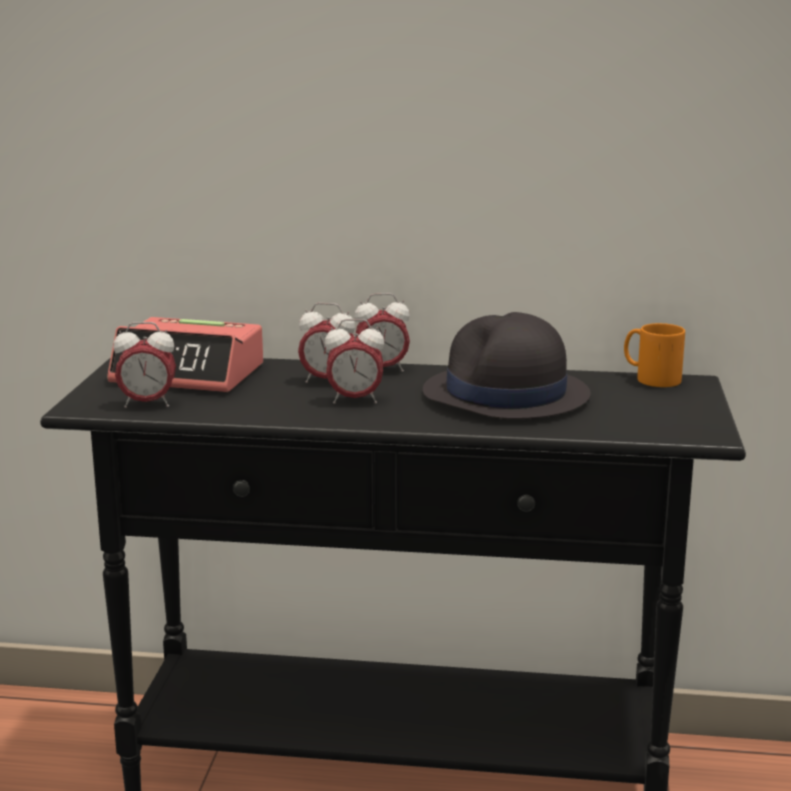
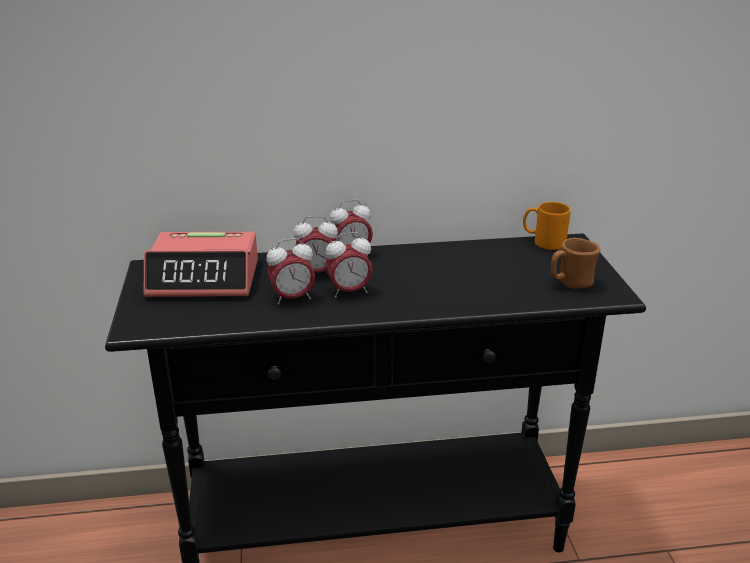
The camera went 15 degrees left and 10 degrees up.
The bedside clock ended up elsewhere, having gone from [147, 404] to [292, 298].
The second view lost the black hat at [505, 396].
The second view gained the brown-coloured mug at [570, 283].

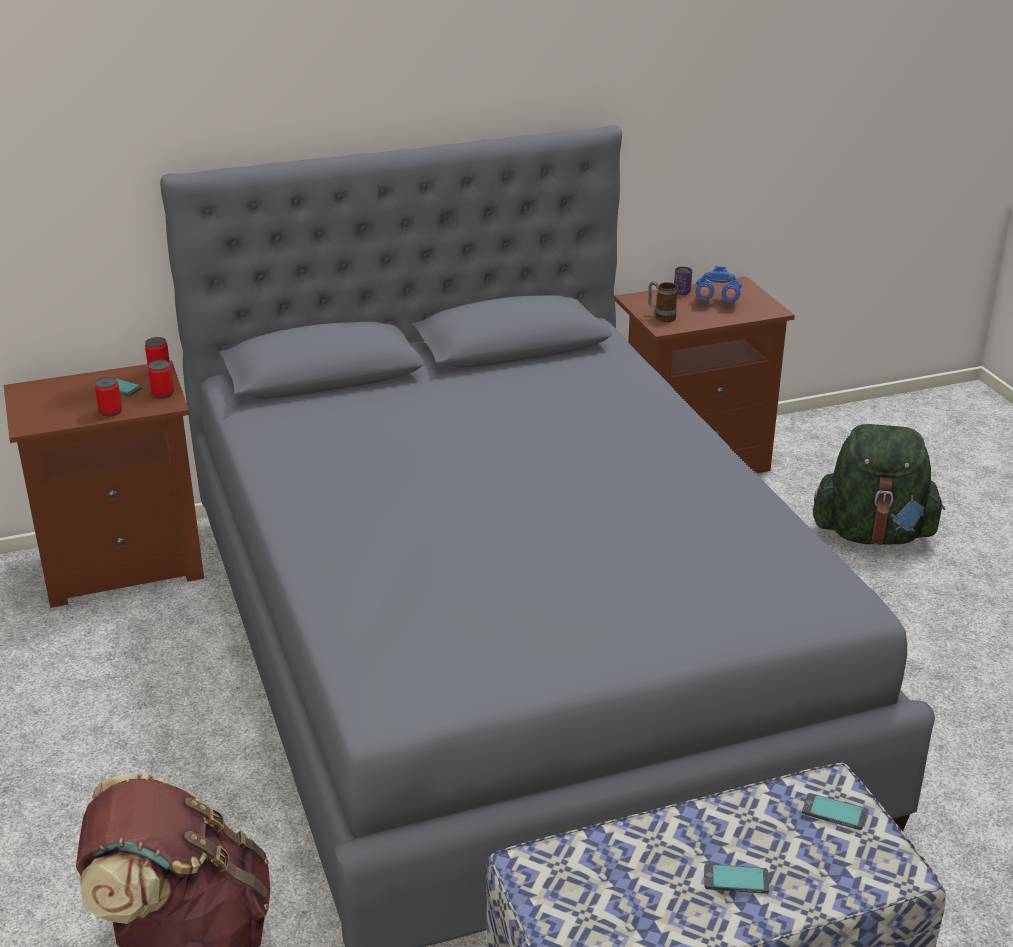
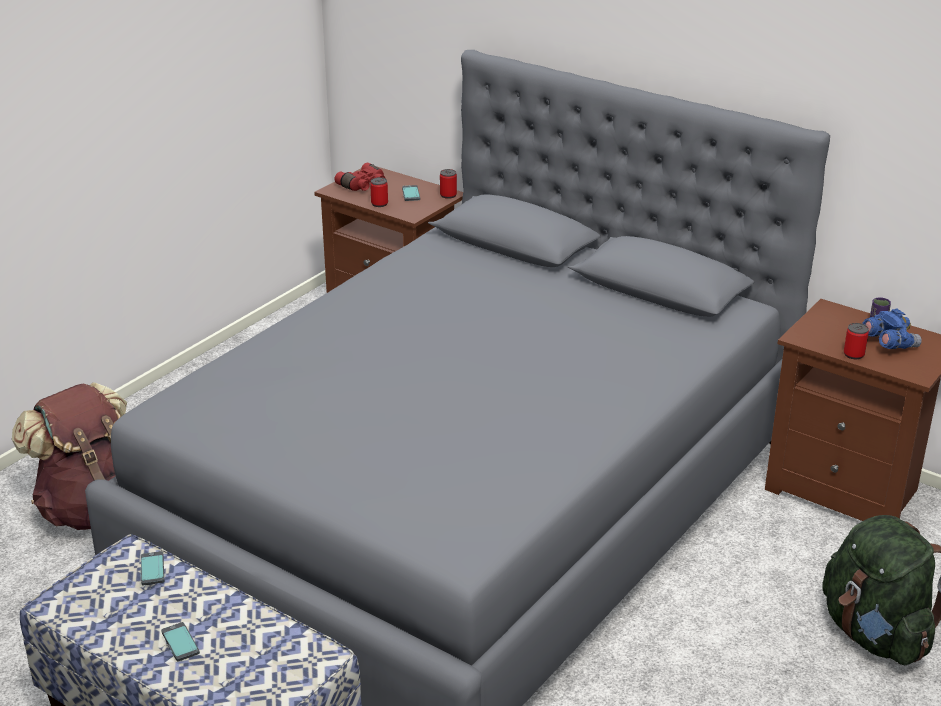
The camera went 55 degrees right and 0 degrees up.
The sealed can ended up elsewhere, having gone from [163, 394] to [853, 354].
The second view lost the mug at [661, 317].
The handset ended up elsewhere, having gone from [834, 813] to [152, 569].
The second view gained the red binoculars at [363, 185].

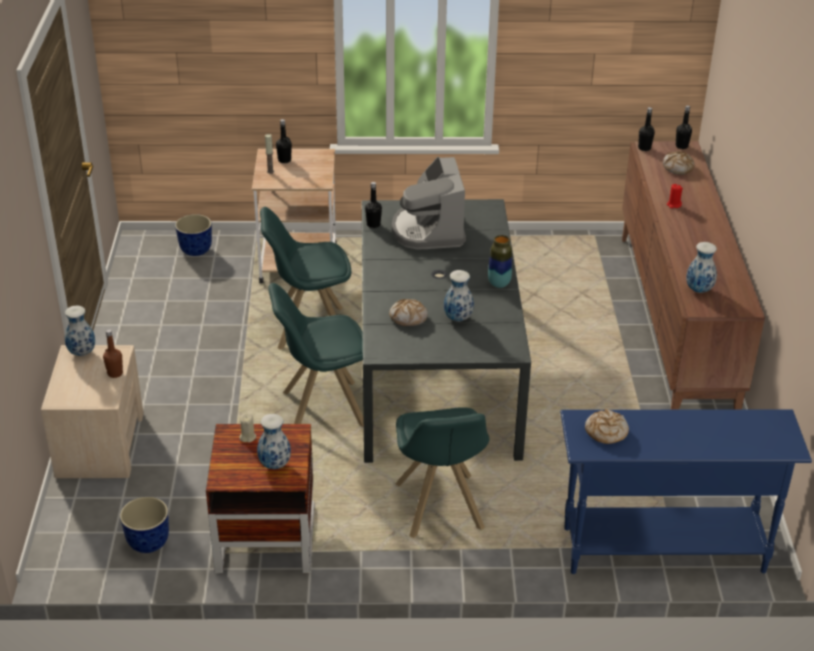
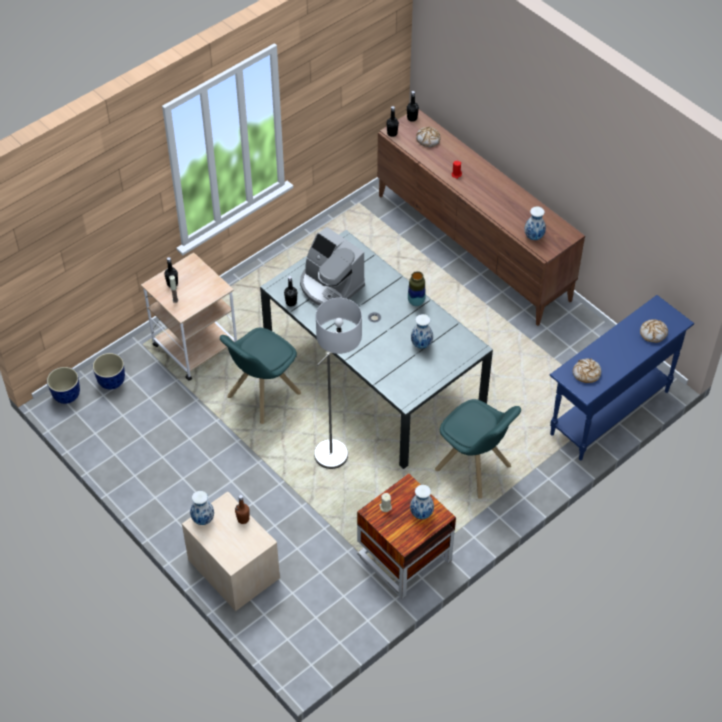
The camera went 40 degrees left and 15 degrees up.
The plant pot ended up elsewhere, having gone from [149, 543] to [67, 395].
Where the turquoise upright chair stood at [322, 408], the grey floor lamp came to stand at [337, 448].
The bread ended up elsewhere, having gone from [408, 317] to [653, 333].

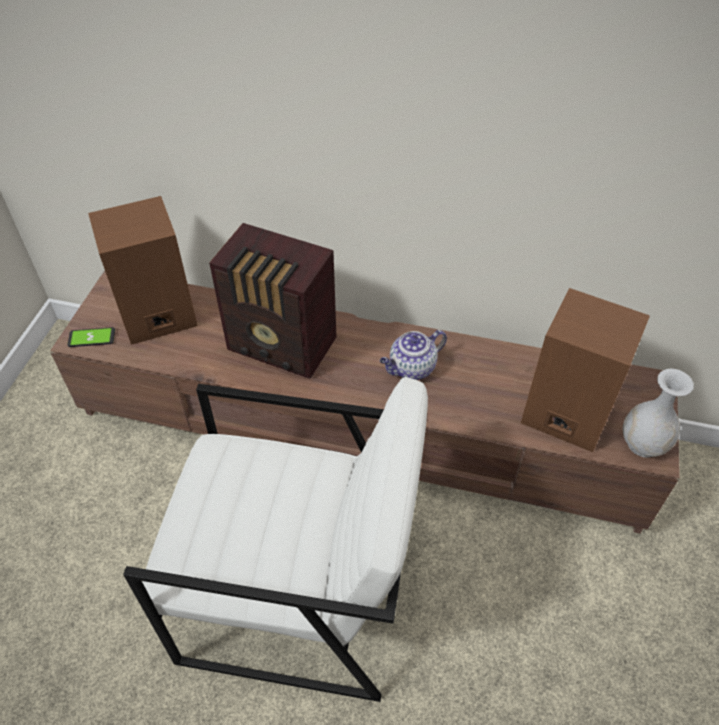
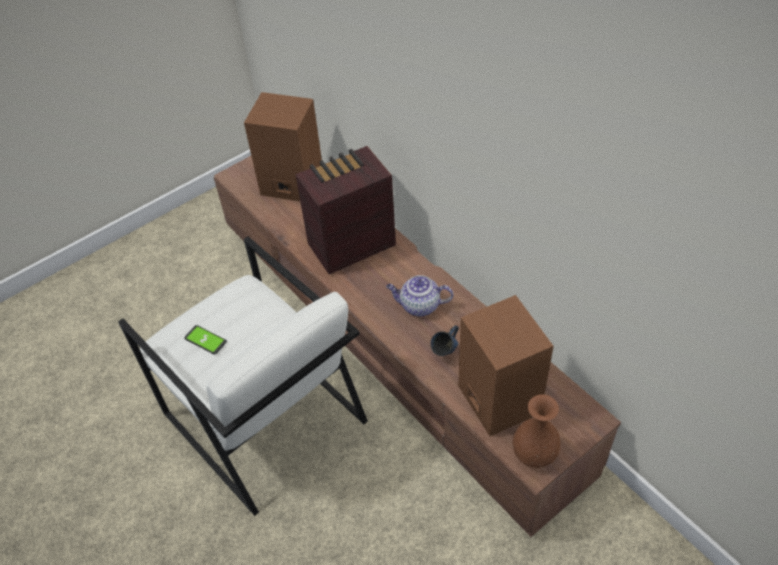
The camera went 40 degrees right and 0 degrees up.
The handset ended up elsewhere, having gone from [91, 338] to [205, 340].
The radio receiver at [283, 346] ended up facing another way, 90 degrees clockwise from before.
What was the white-coloured vase at [643, 444] turned into the brown-coloured vase at [534, 454].
The second view gained the blue-coloured mug at [446, 353].

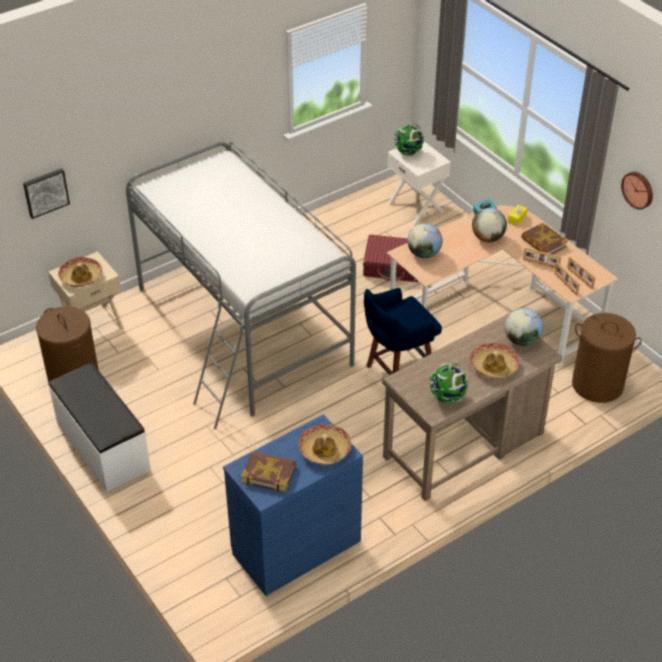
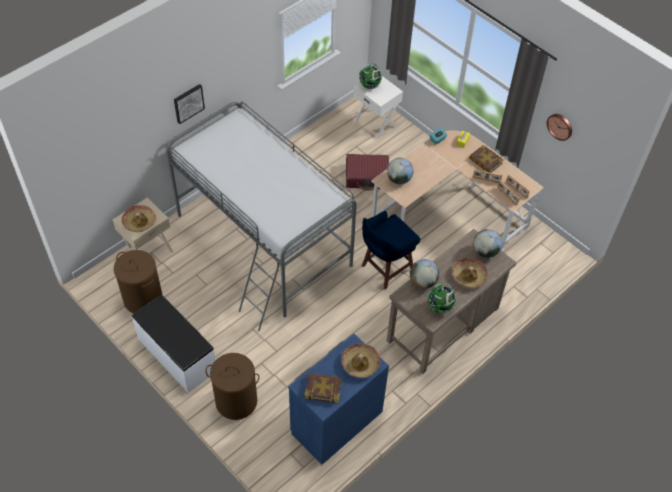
The camera went 10 degrees left and 10 degrees up.
The wall art ended up elsewhere, having gone from [45, 192] to [188, 103].
The world globe ended up elsewhere, having gone from [488, 238] to [423, 281].
The brown-coloured washing basket ended up elsewhere, having gone from [597, 385] to [236, 401].

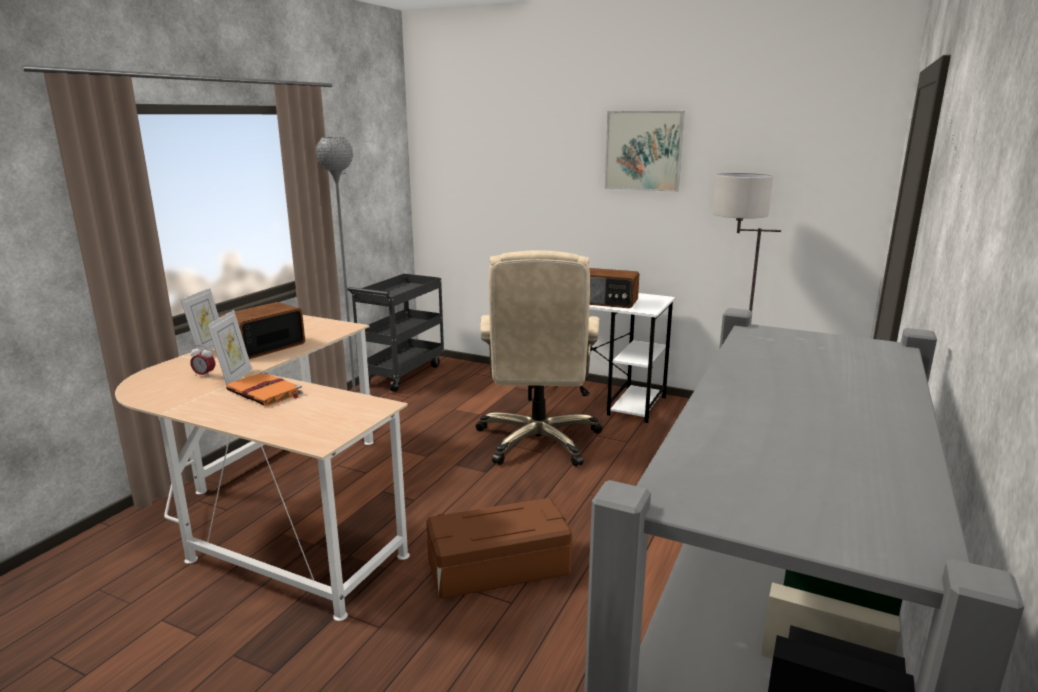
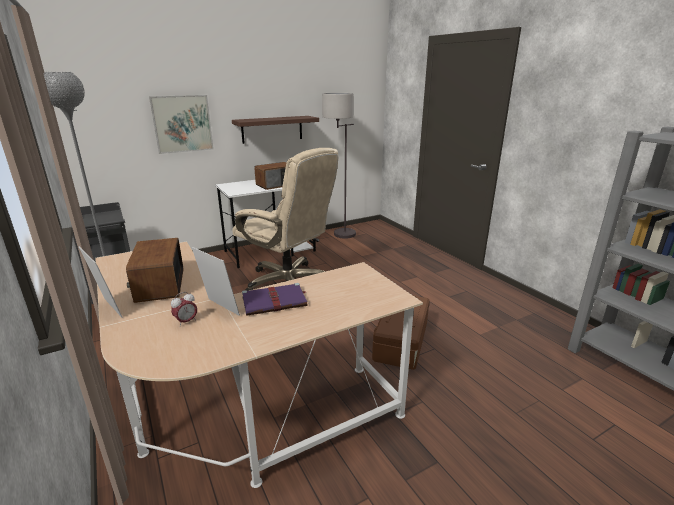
The camera went 55 degrees left and 5 degrees up.
What was the orangey bound book at [265, 392] turned into the purple-coloured bound book at [275, 301].
The wall art ended up elsewhere, having gone from [643, 151] to [182, 124].
The second view gained the wall shelf at [272, 129].

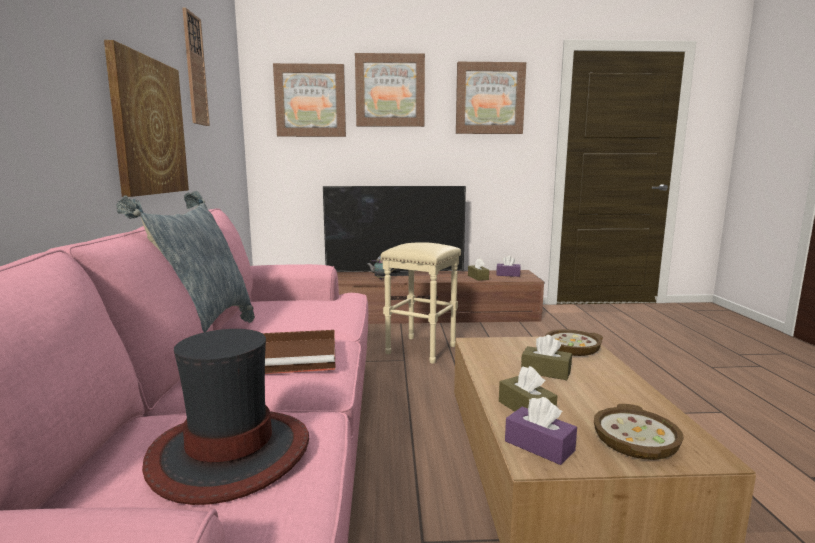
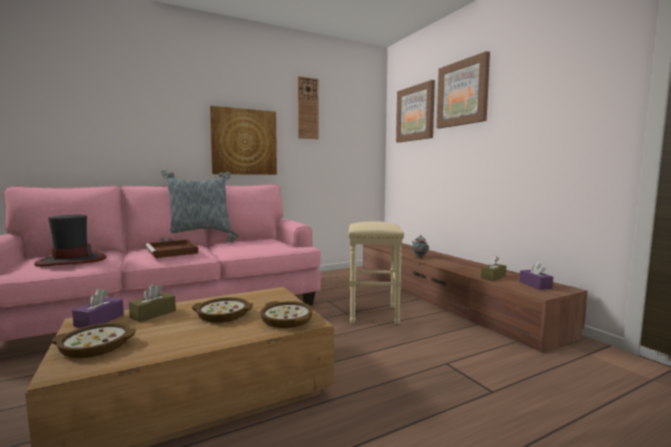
The camera went 65 degrees right and 5 degrees down.
The second view lost the television at [394, 273].
The second view lost the wall art at [489, 98].
Where the brown-coloured box of tissues stood at [545, 371], the deep dish came to stand at [223, 314].

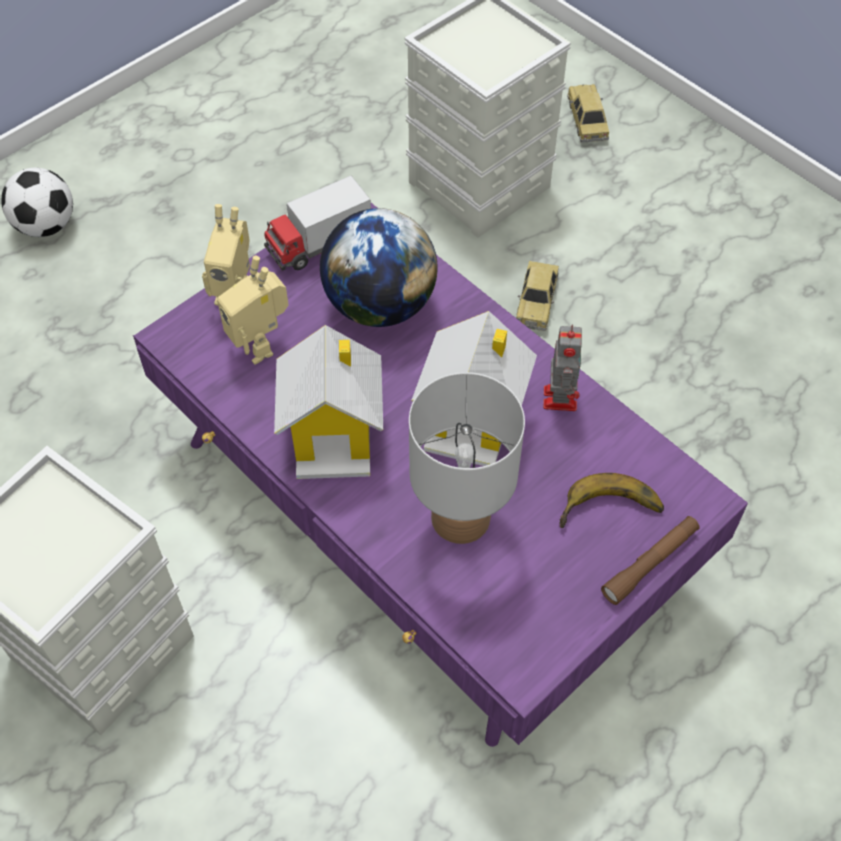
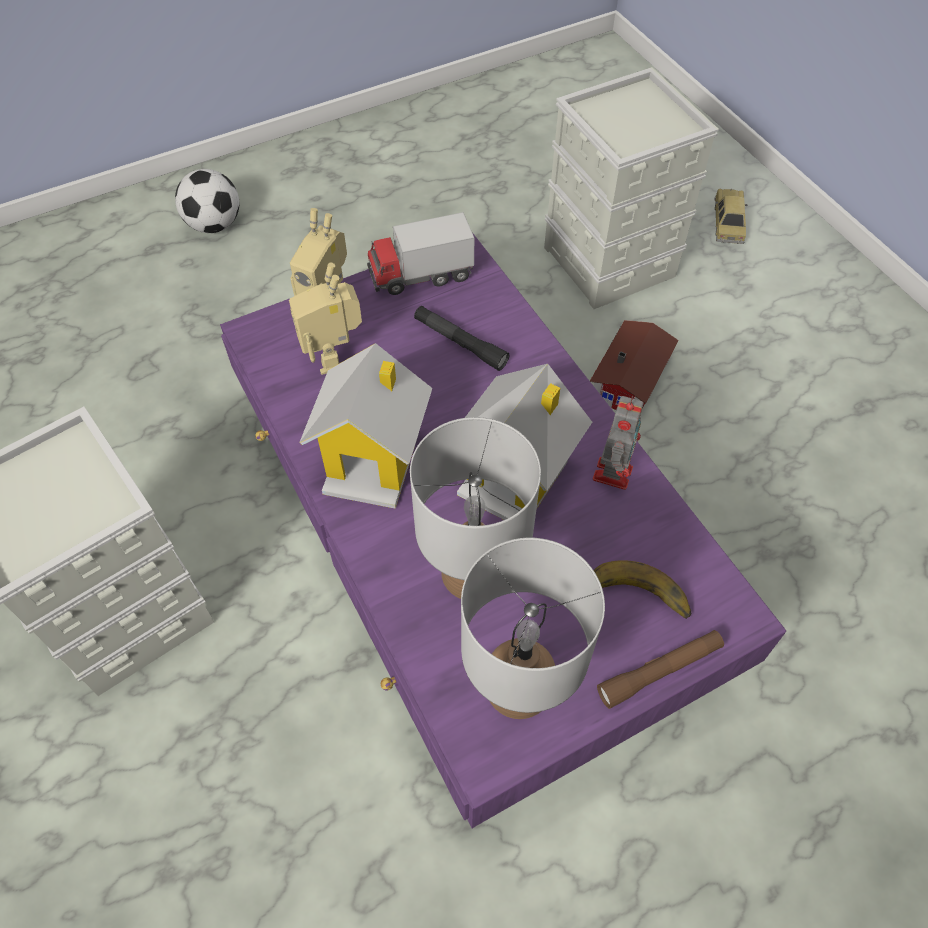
The camera went 15 degrees right and 0 degrees up.
Where the world globe stood at [379, 305], the black torch came to stand at [460, 343].
Where the toy car stood at [536, 301], the miniature house came to stand at [633, 378].
The second view gained the grey lamp for a table at [519, 685].

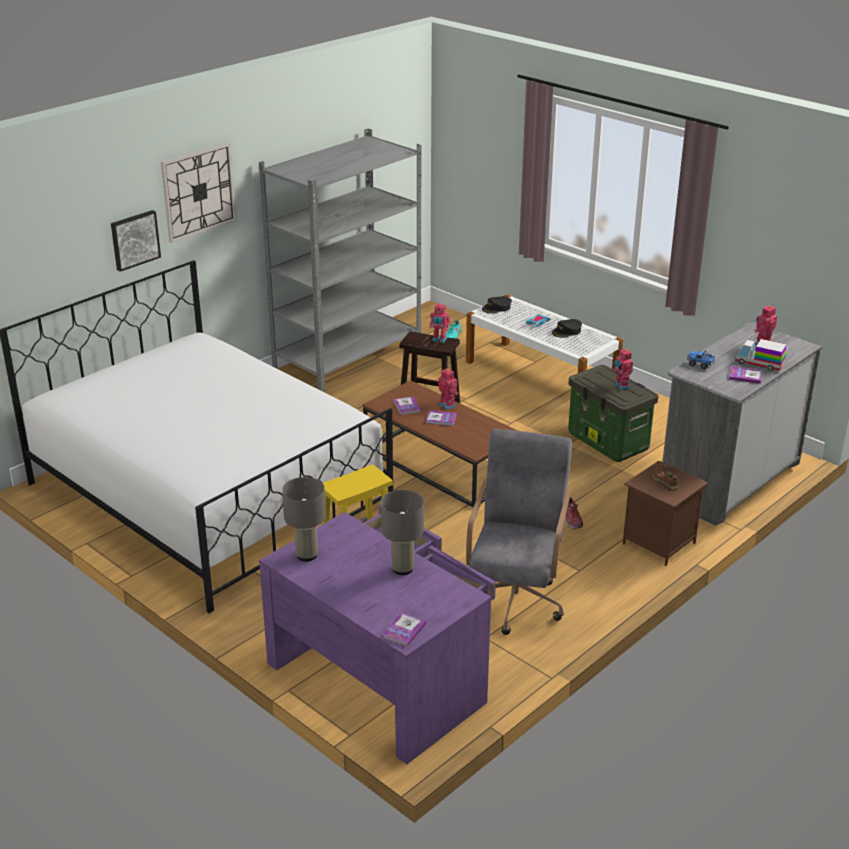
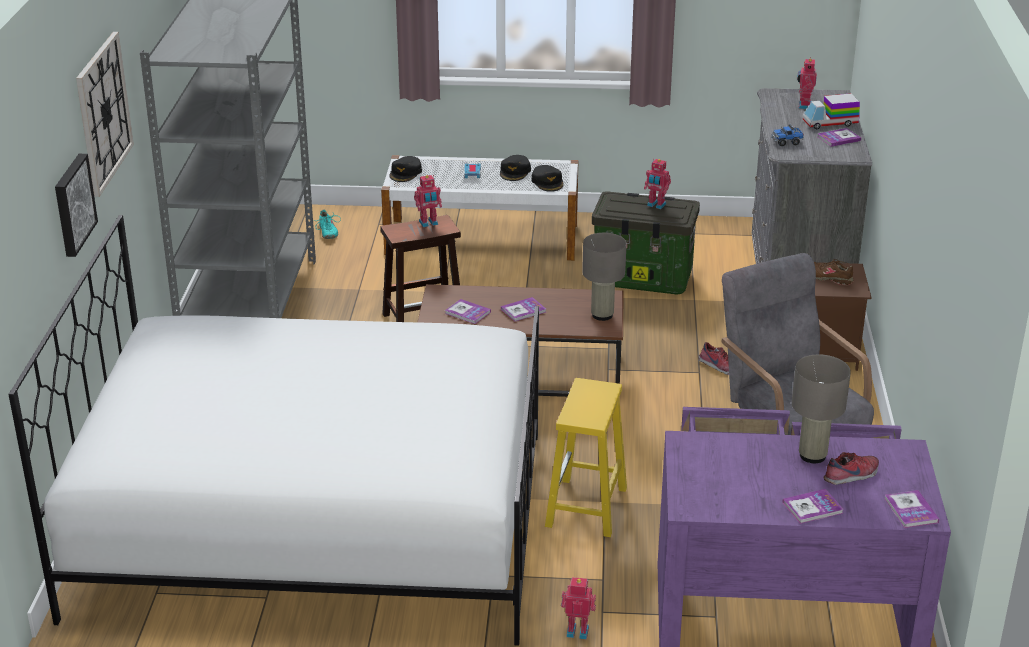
The camera went 40 degrees left and 0 degrees up.
The grey lamp for a table ended up elsewhere, having gone from [306, 555] to [601, 315].
The robot figure ended up elsewhere, having gone from [448, 405] to [577, 630].
The second view gained the black peaked cap at [548, 182].
The second view gained the bound book at [812, 508].
The second view gained the shoe at [852, 476].

